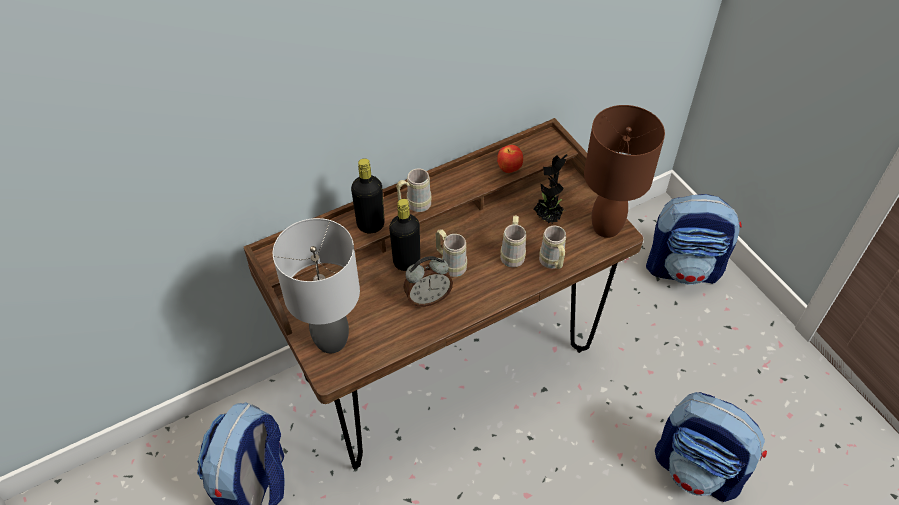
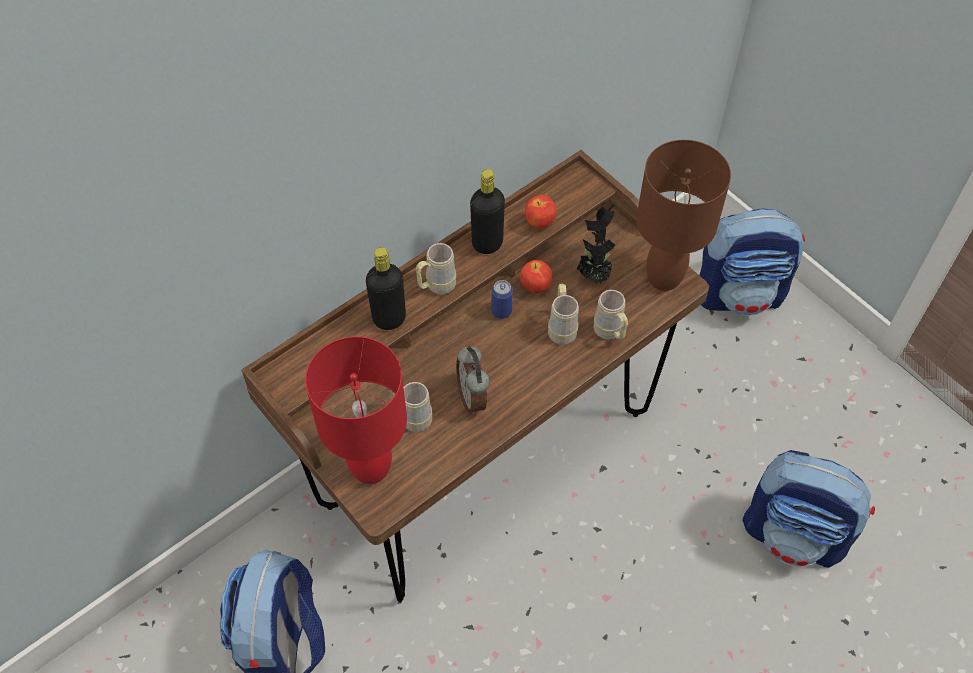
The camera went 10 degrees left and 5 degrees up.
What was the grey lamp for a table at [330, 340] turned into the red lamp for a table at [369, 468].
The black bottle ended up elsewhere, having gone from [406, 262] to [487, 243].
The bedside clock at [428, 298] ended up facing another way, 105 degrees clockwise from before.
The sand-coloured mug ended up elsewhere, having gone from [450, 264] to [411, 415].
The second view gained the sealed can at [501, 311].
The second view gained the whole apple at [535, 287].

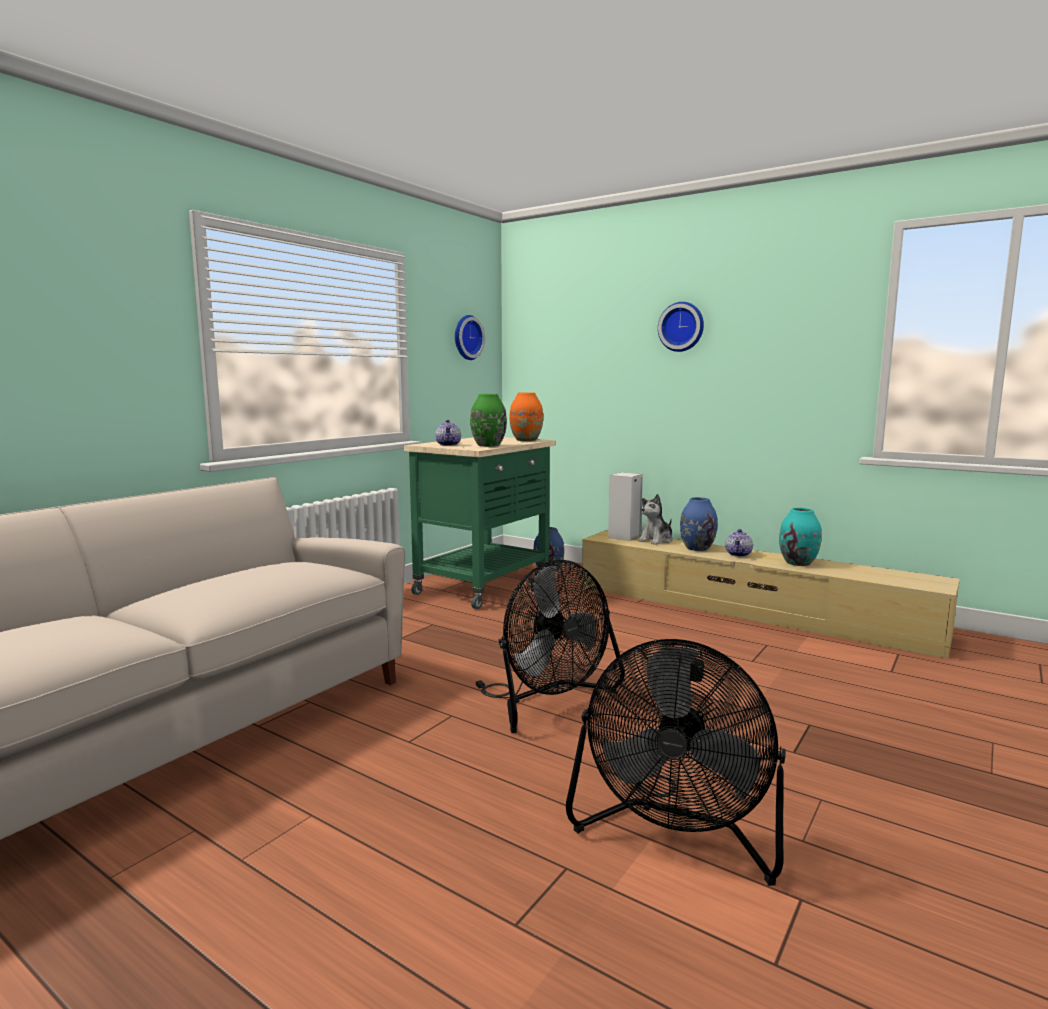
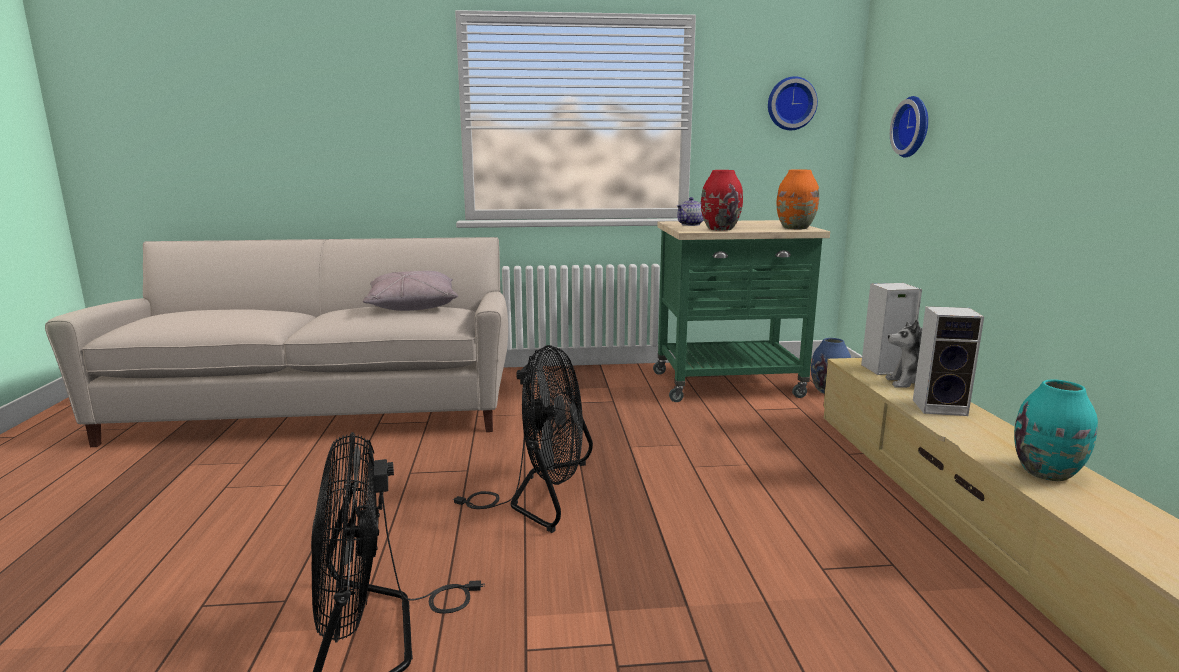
The camera went 50 degrees right and 5 degrees up.
What was the greenish vase at [488, 445] turned into the red vase at [720, 229].
The black fan at [544, 702] ended up facing another way, 90 degrees counterclockwise from before.
The hanging clock ended up elsewhere, having gone from [682, 327] to [914, 127].
Where the blue-coloured vase stood at [697, 548], the speaker came to stand at [941, 407].
The second view lost the tea pot at [739, 554].
The second view gained the purple-coloured throw pillow at [412, 306].

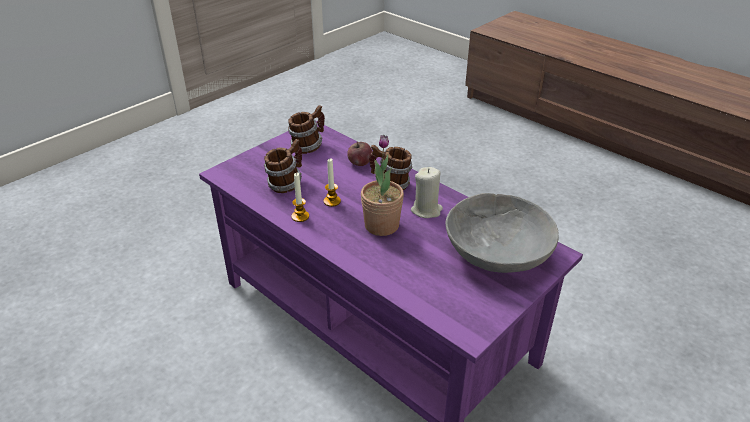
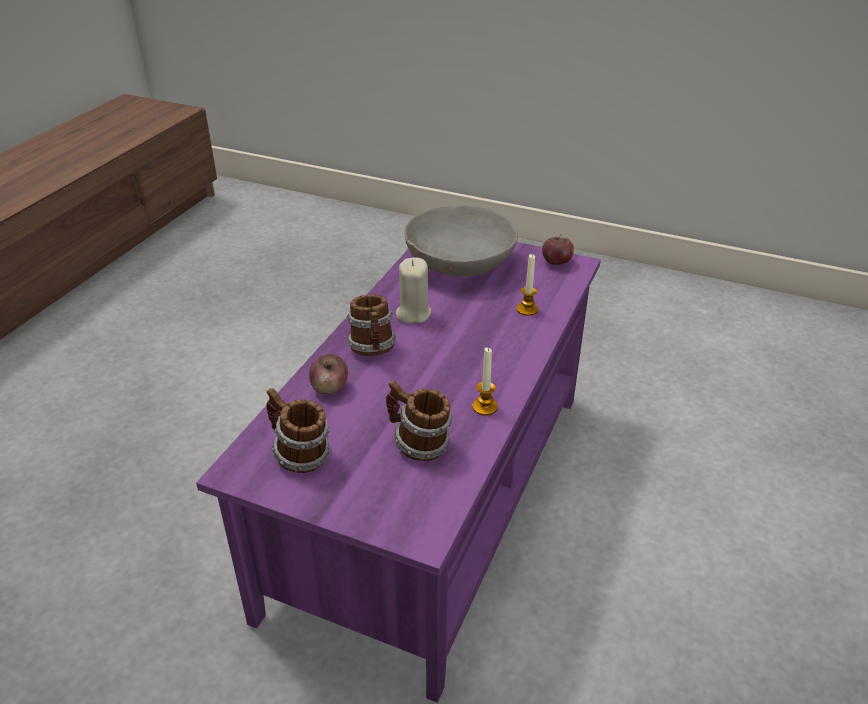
The camera went 110 degrees left and 0 degrees up.
The wax candle ended up elsewhere, having gone from [332, 201] to [527, 309].
The second view lost the plant in a pot at [381, 225].
The second view gained the whole apple at [556, 262].

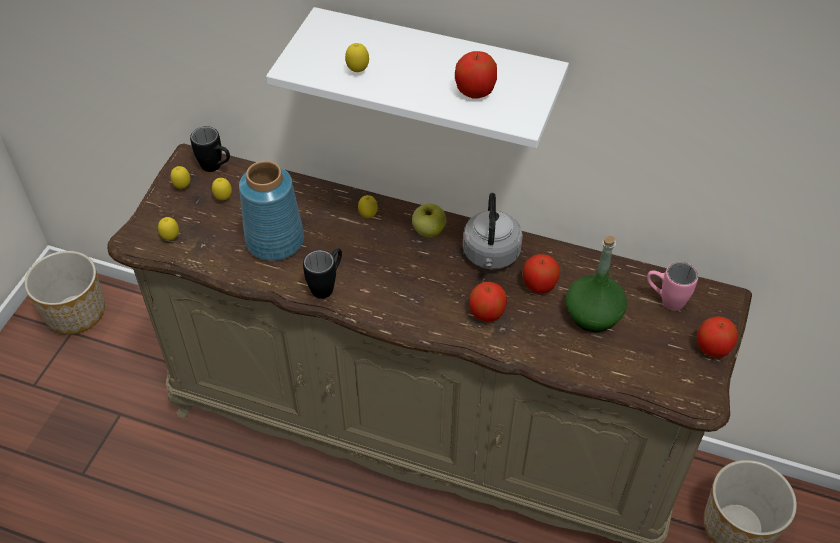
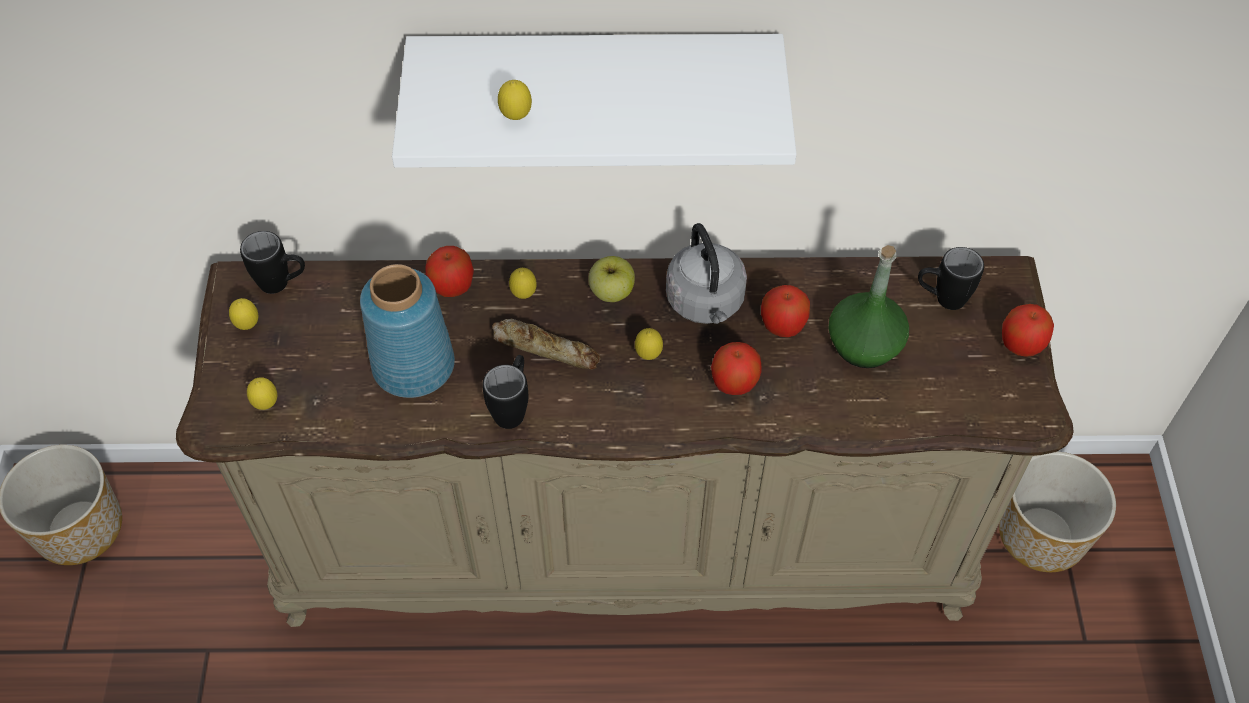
The camera went 20 degrees left and 5 degrees up.
The lemon ended up elsewhere, having gone from [223, 198] to [648, 355].
The whole apple ended up elsewhere, having gone from [475, 92] to [452, 286].
What was the pink-coloured mug at [665, 300] turned into the black mug at [941, 299].
The second view gained the bread at [546, 348].

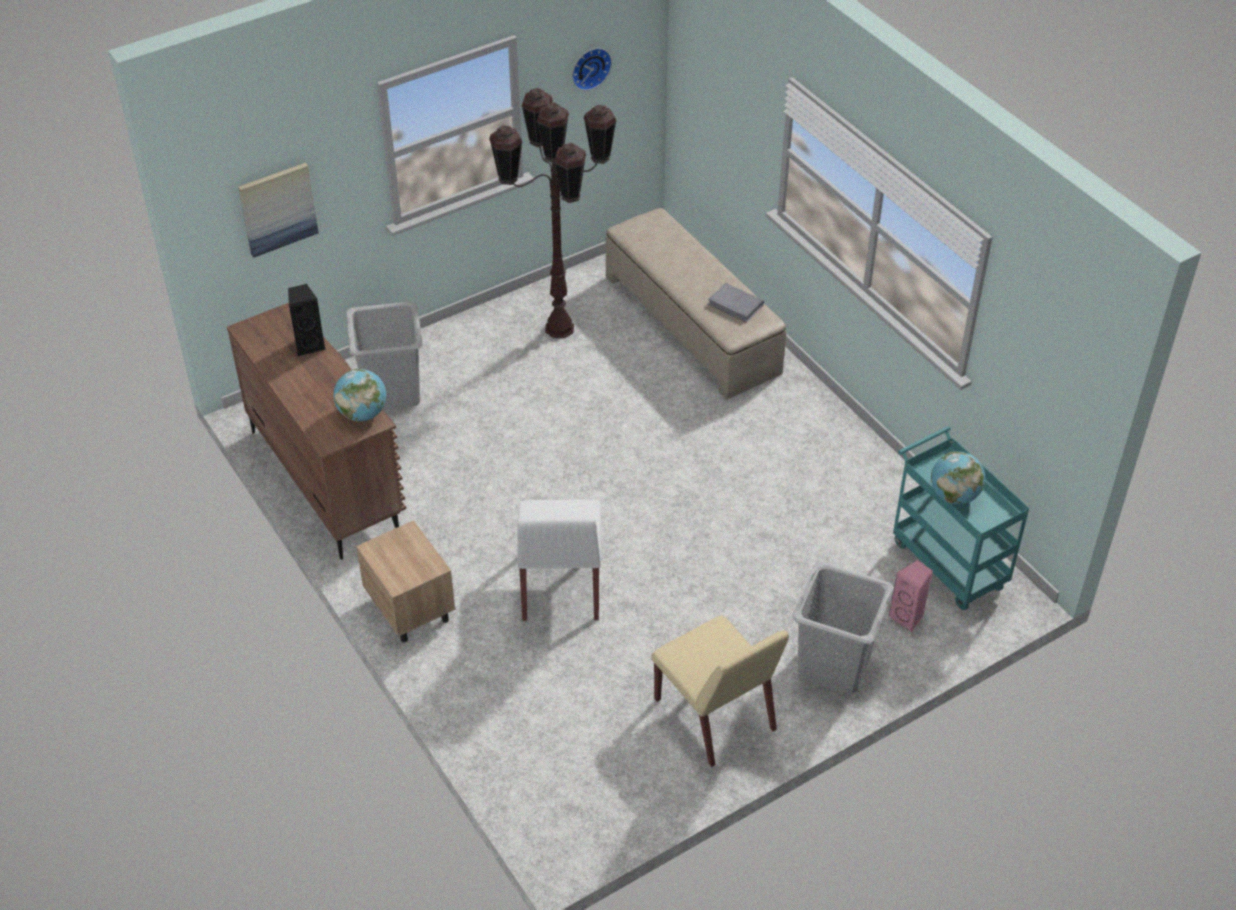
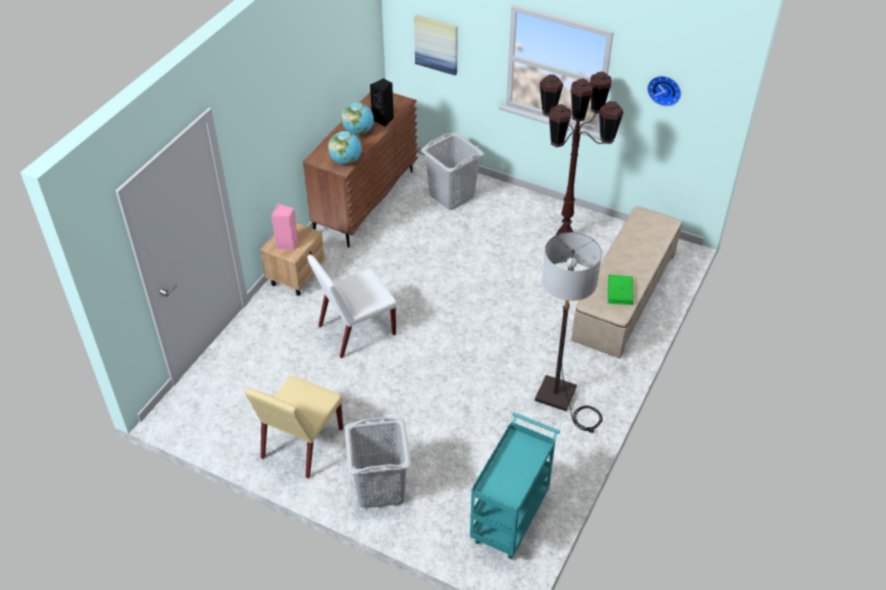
The camera went 60 degrees right and 0 degrees up.
What was the grey bound book at [736, 305] turned into the greenish bound book at [620, 291].
The pink-coloured speaker ended up elsewhere, having gone from [908, 617] to [287, 244].
The world globe ended up elsewhere, having gone from [954, 496] to [358, 132].
The second view gained the floor lamp at [564, 402].

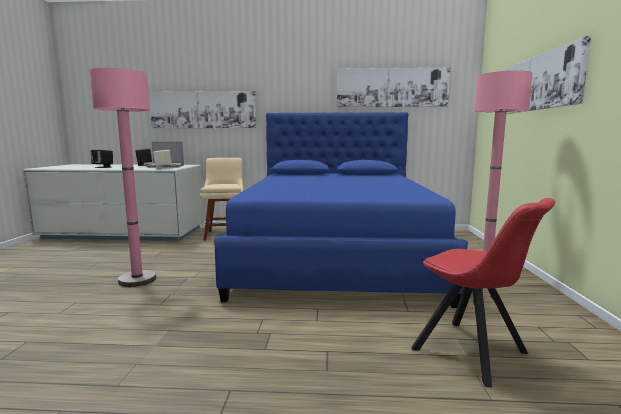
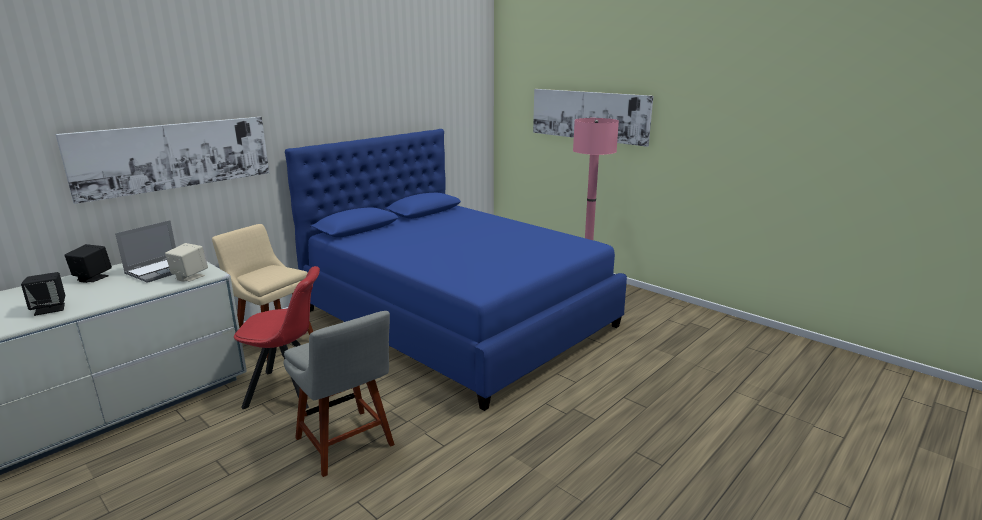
The camera went 50 degrees left and 10 degrees up.
Where the pink-coloured floor lamp stood at [137, 280], the grey upright chair came to stand at [346, 444].
The second view lost the wall art at [392, 87].
The red upright chair ended up elsewhere, having gone from [472, 352] to [288, 389].

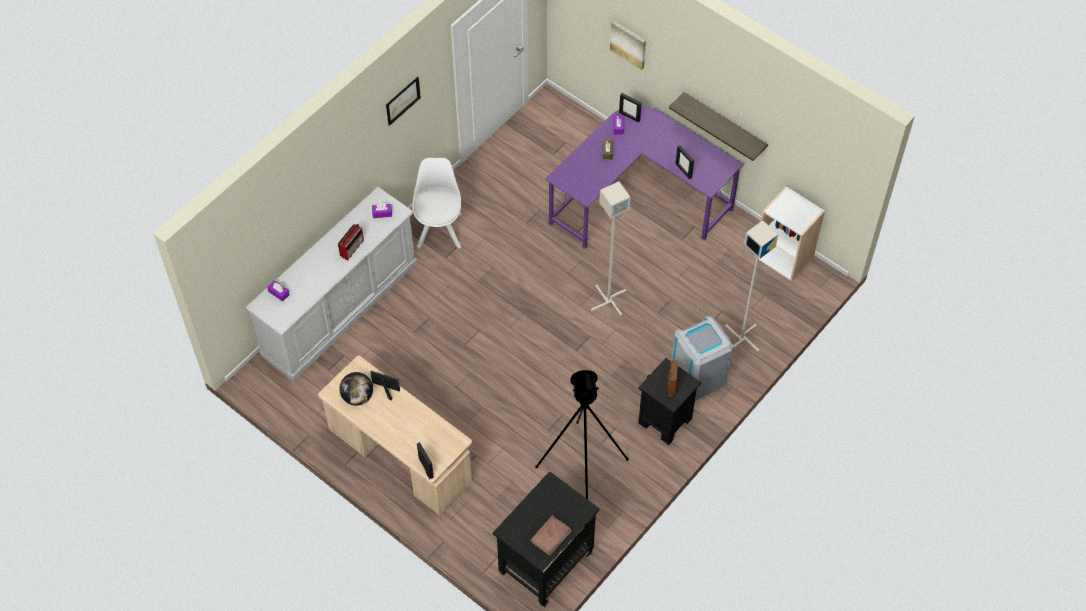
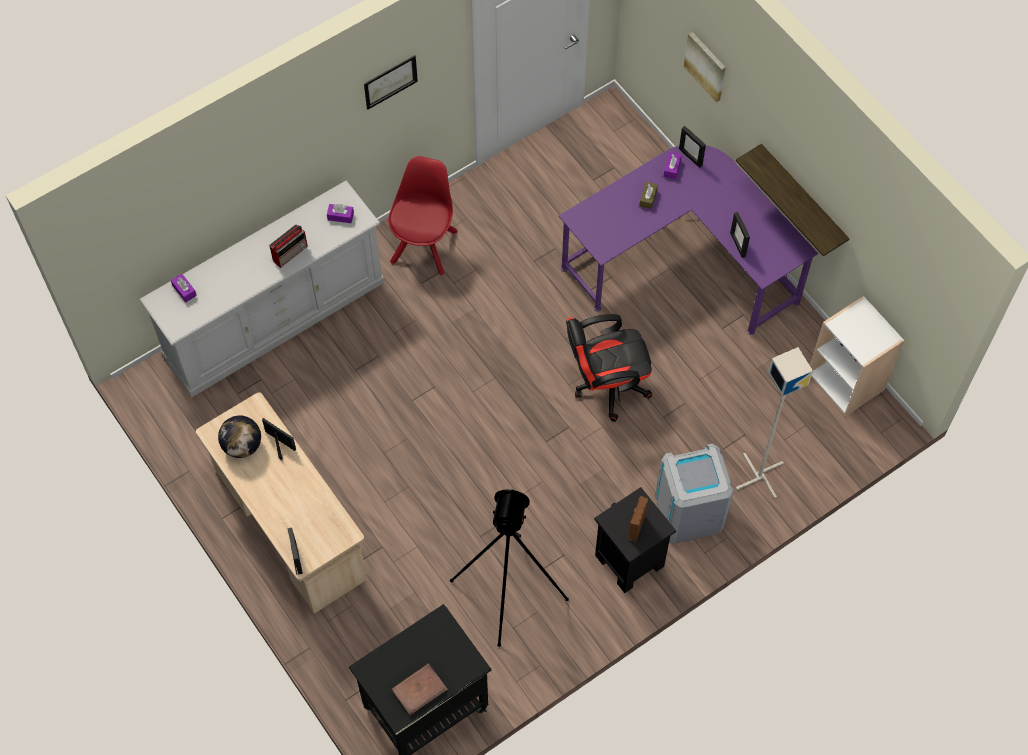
The camera went 15 degrees right and 5 degrees up.
What was the white-coloured upright chair at [439, 229] turned into the red upright chair at [425, 245].
Where the grey floor lamp stood at [608, 301], the black desk chair came to stand at [605, 386].

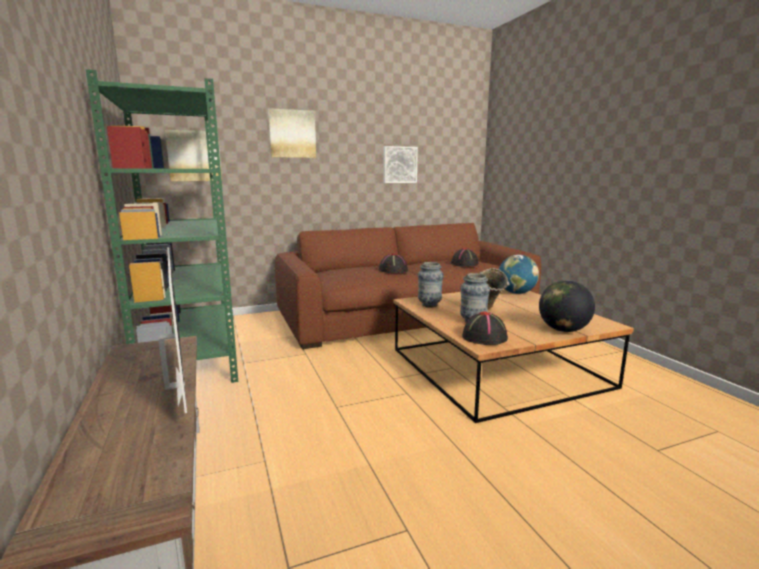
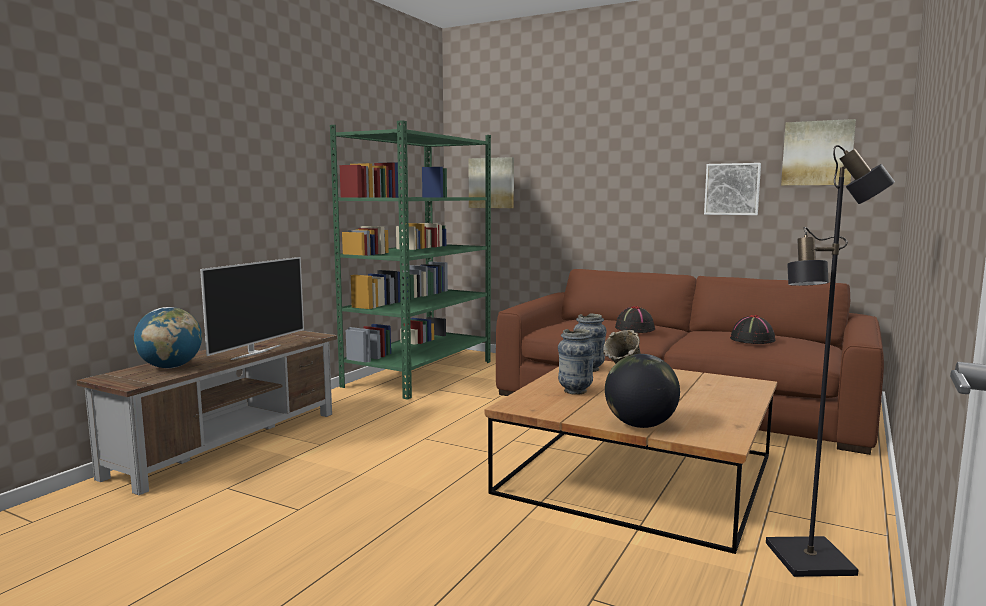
The camera went 50 degrees right and 5 degrees down.
The wall art ended up elsewhere, having gone from [292, 134] to [817, 153].
The second view lost the black hat at [484, 337].
The world globe ended up elsewhere, having gone from [516, 293] to [171, 367].
The second view gained the black floor lamp at [809, 558].

